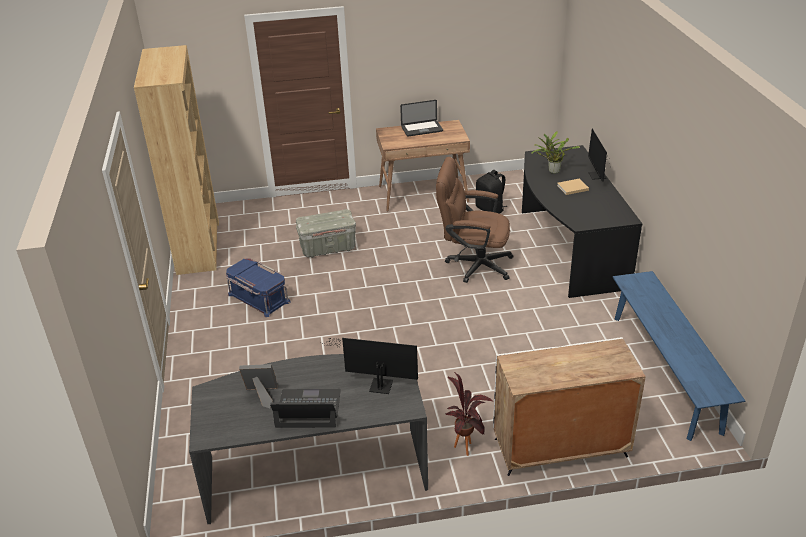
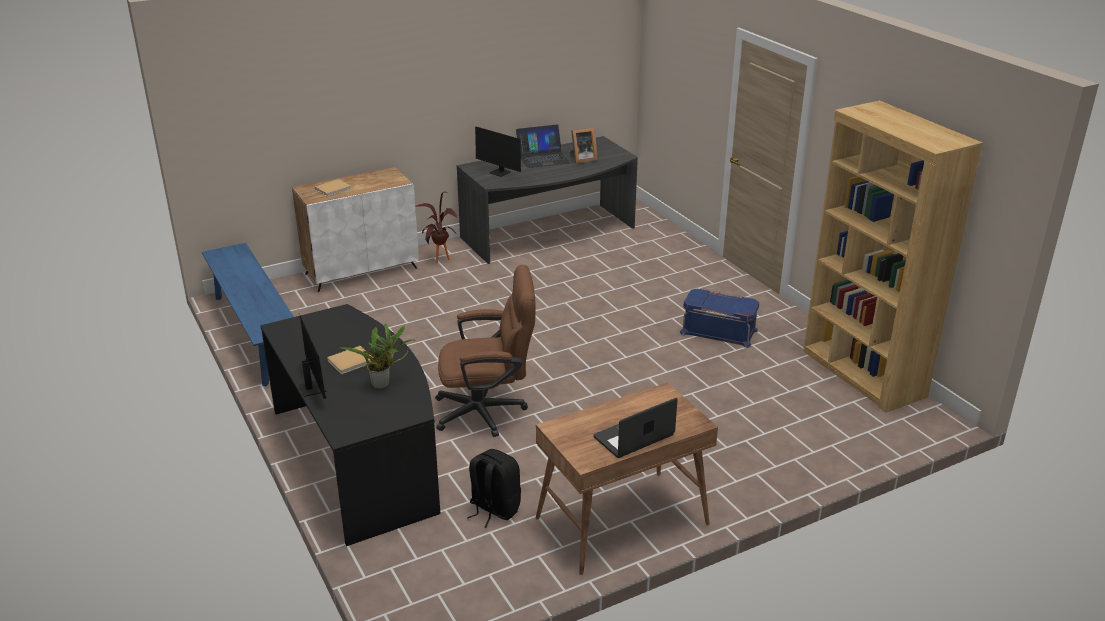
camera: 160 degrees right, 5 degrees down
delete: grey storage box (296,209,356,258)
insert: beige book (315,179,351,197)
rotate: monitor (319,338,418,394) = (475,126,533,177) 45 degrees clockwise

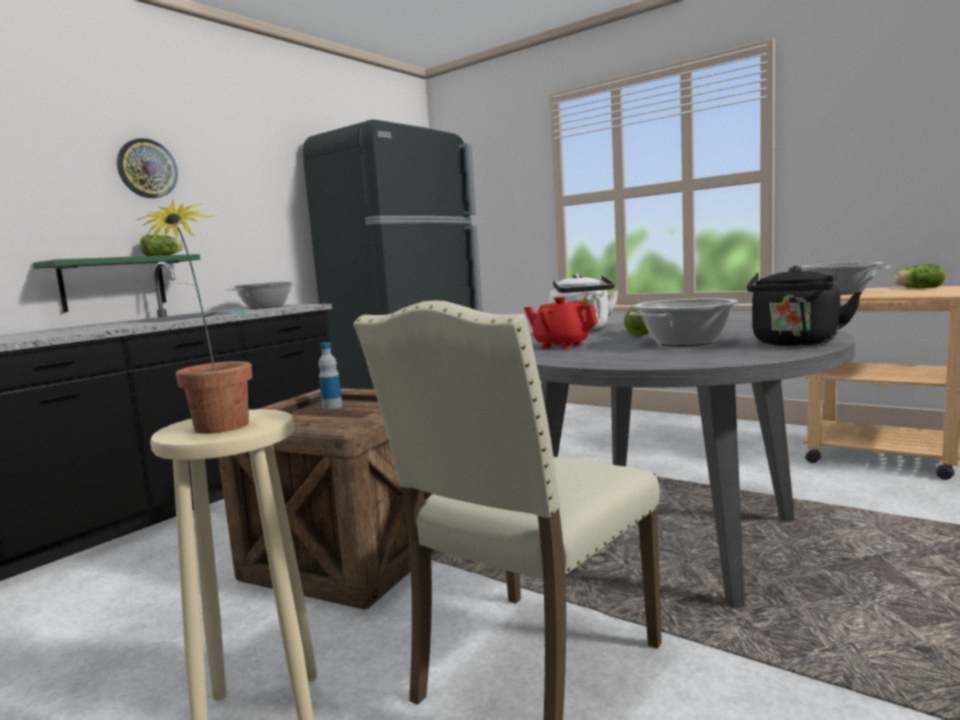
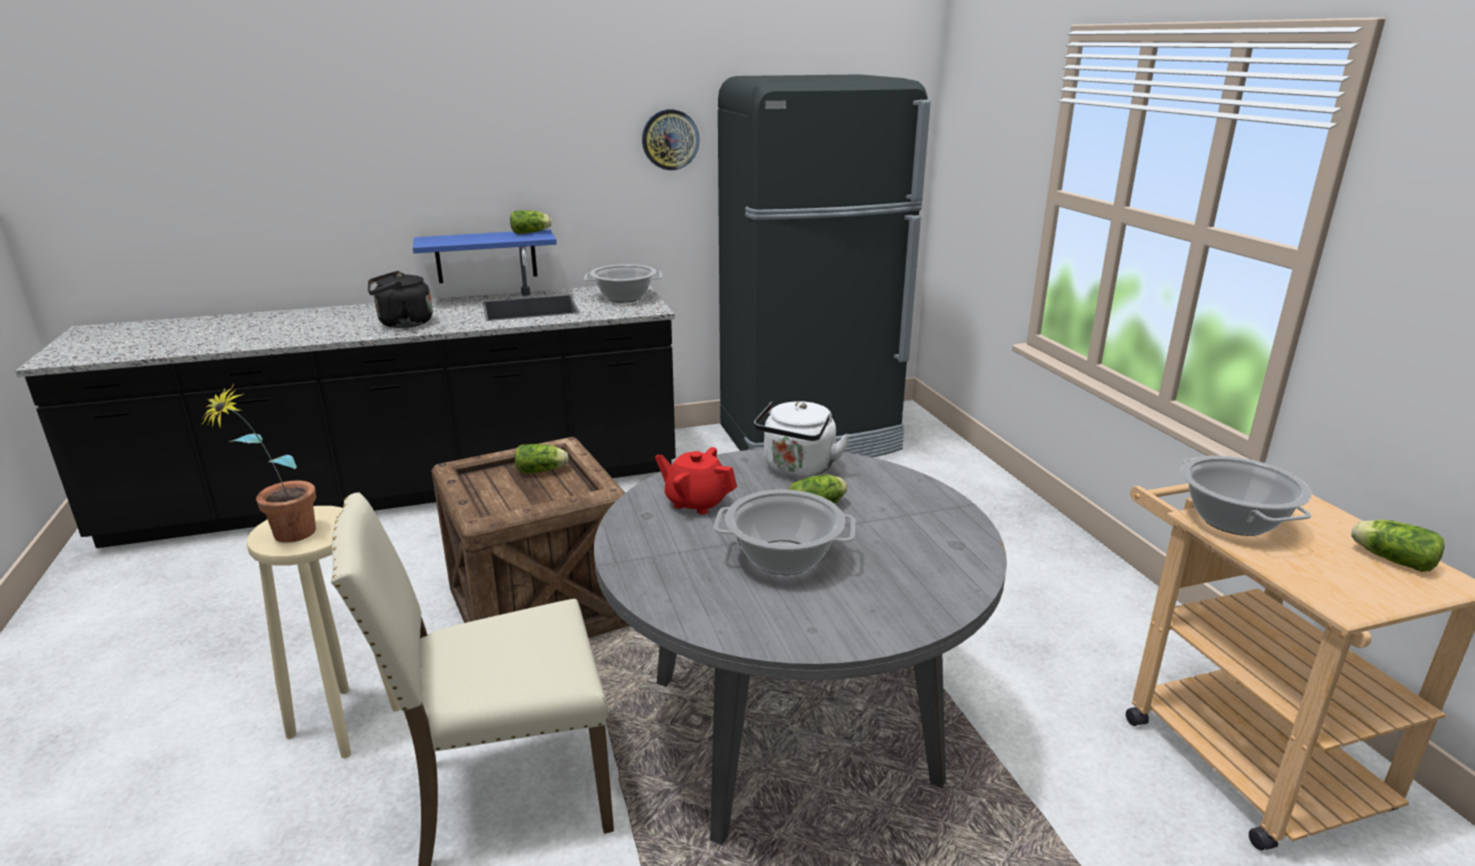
camera: 35 degrees right, 15 degrees up
move: wall clock (117,138,178,198) to (642,109,700,170); black kettle (747,266,862,346) to (368,271,433,328)
replace: bottle (319,342,342,409) to lettuce (515,444,569,473)
recolor: green shelf (33,254,200,312) to blue shelf (413,229,557,283)
rotate: red teapot (524,297,598,349) = (655,447,737,515) 45 degrees counterclockwise

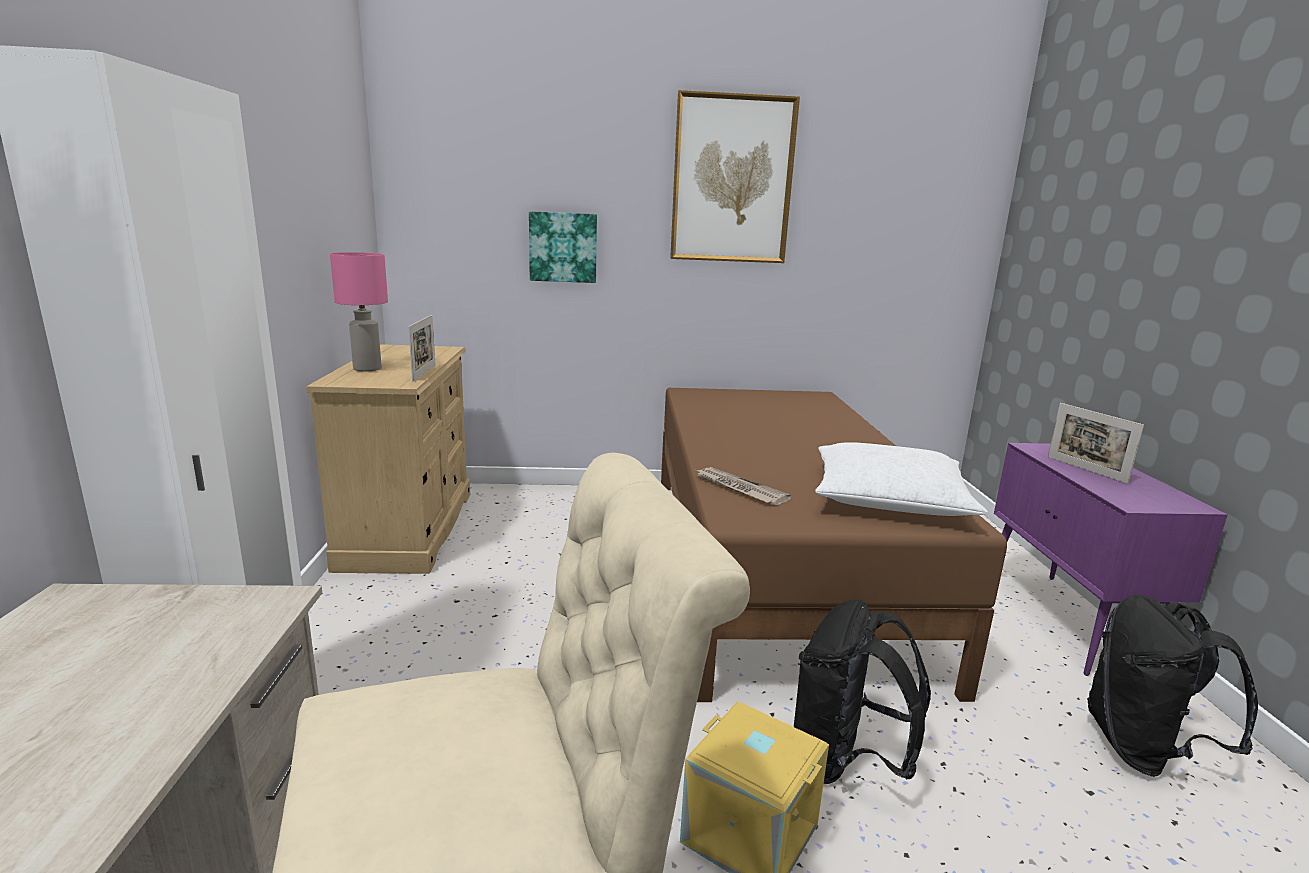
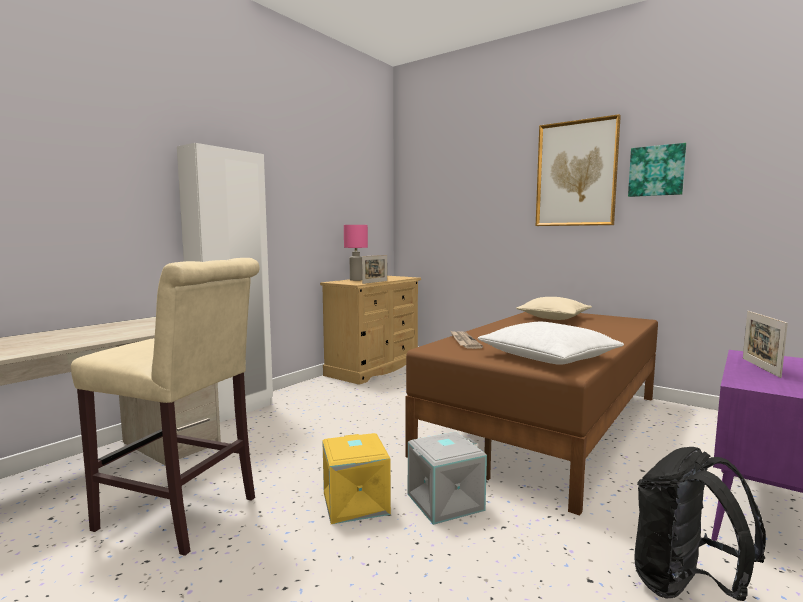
camera: 40 degrees right, 10 degrees down
insert: beige pillow (516,297,592,320)
move: picture (529,211,597,283) to (628,143,686,197)
replace: black backpack (794,599,931,784) to grey storage box (408,432,487,525)

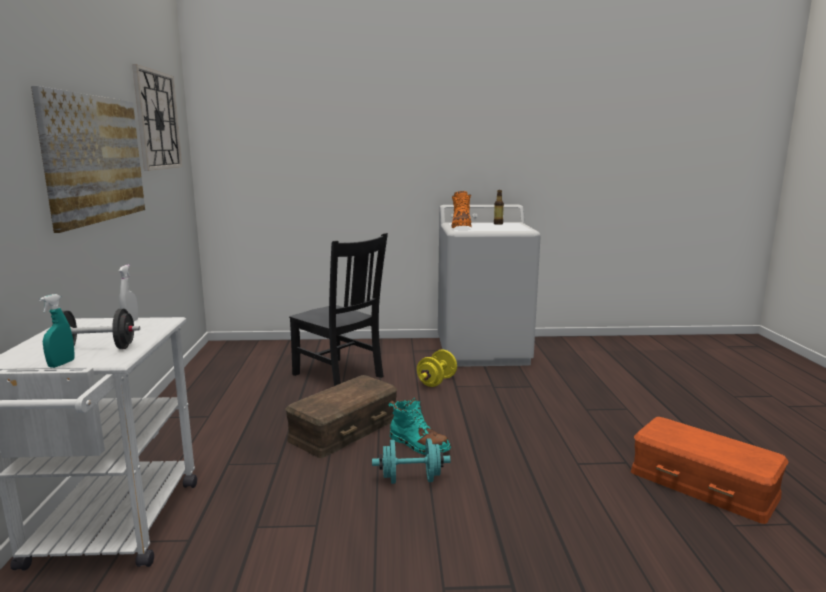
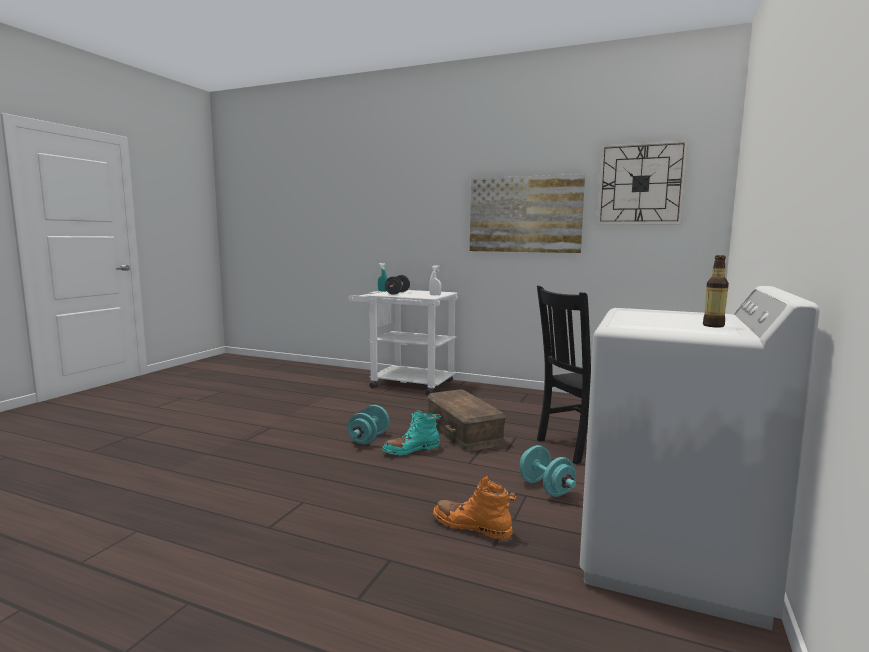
camera: 115 degrees right, 5 degrees down
delete: orange storage box (631,417,789,524)
move: orange boot (452,191,471,228) to (433,475,516,540)
recolor: yellow dumbbell (417,349,457,387) to turquoise dumbbell (520,445,576,497)

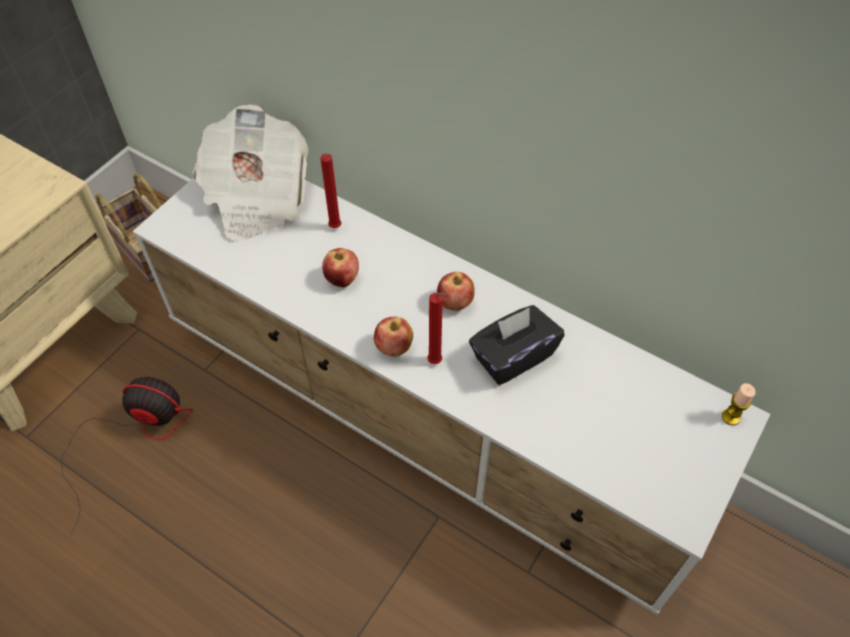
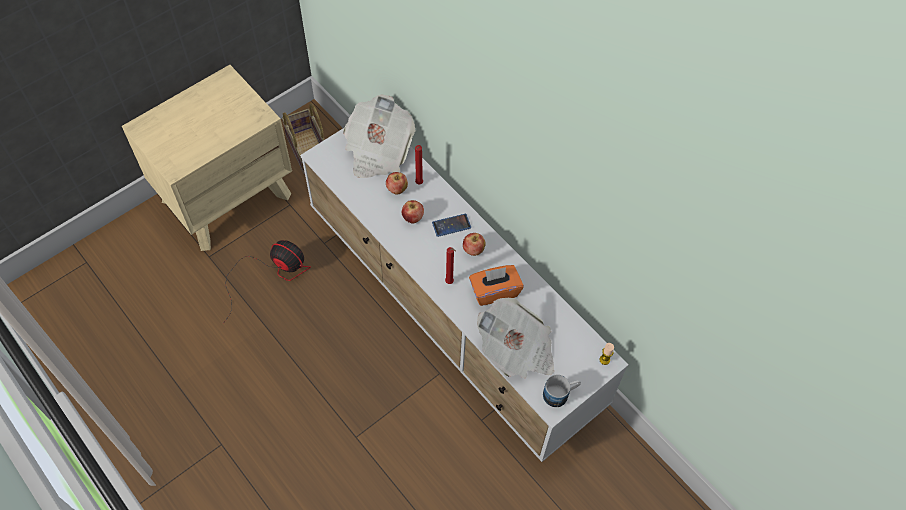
camera: 15 degrees right, 5 degrees up
insert: phone (432,214,471,237); newspaper (477,297,554,379); mug (543,374,581,407)
move: apple (374,317,413,357) to (386,172,408,194)
recolor: black tissue box (469,305,565,385) to orange tissue box (469,265,524,306)

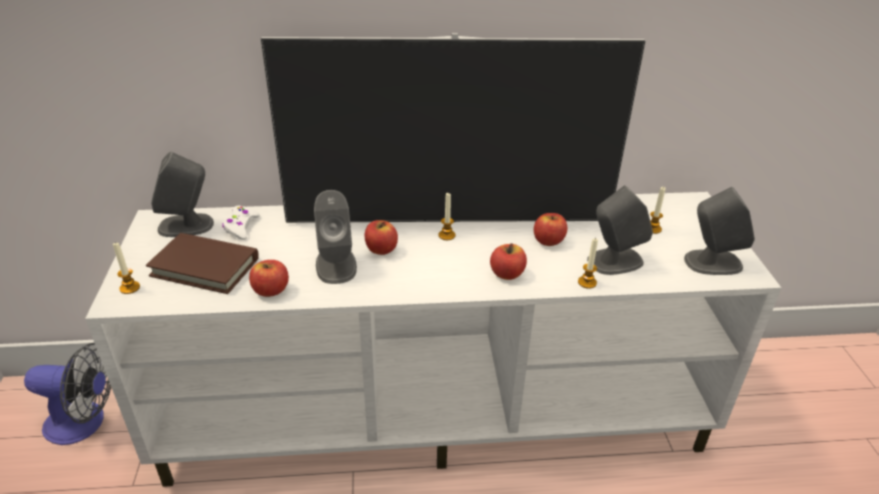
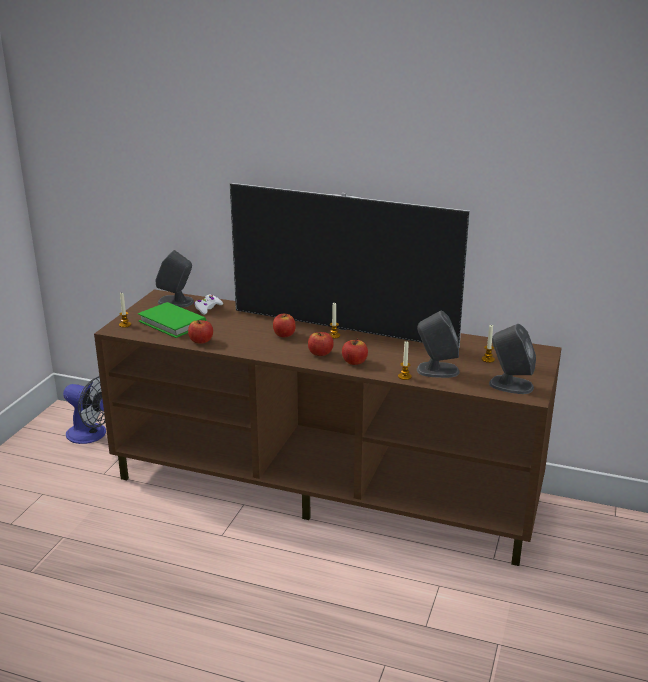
camera: 25 degrees right, 10 degrees down
delete: grey speaker (314,190,357,284)
move: apple (534,213,567,246) to (308,332,334,356)
recolor: white tv stand (85,192,781,487) to brown tv stand (94,289,562,566); brown book (146,233,259,294) to green book (138,302,206,338)

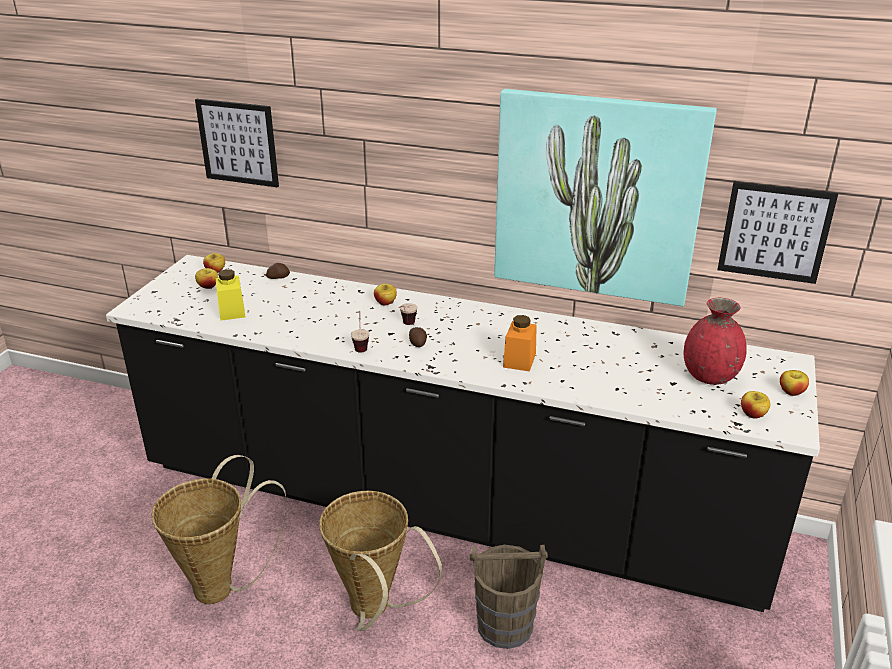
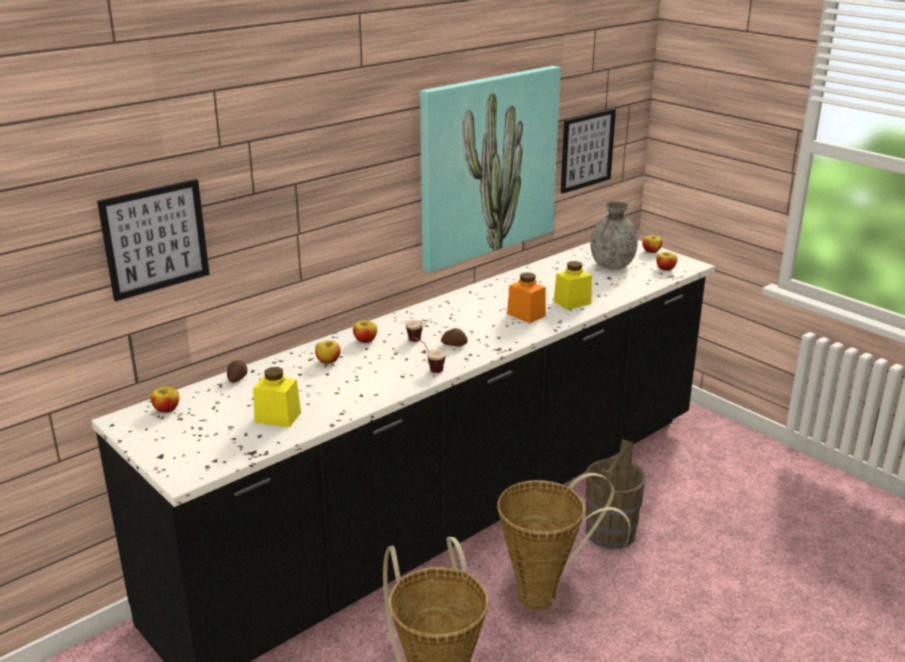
camera: 60 degrees left, 5 degrees down
insert: yellow jar (553,261,592,310)
move: apple (195,268,218,289) to (315,340,341,364)
recolor: red vase (684,298,747,385) to grey vase (590,201,638,269)

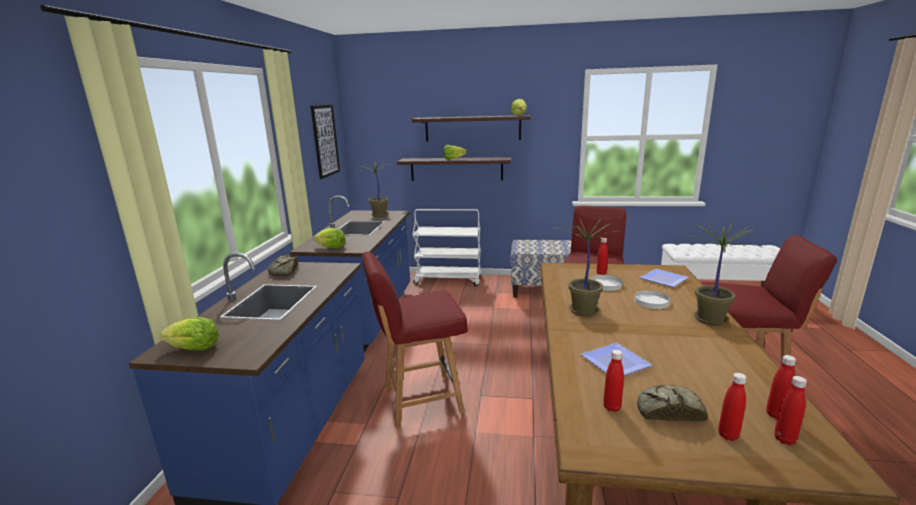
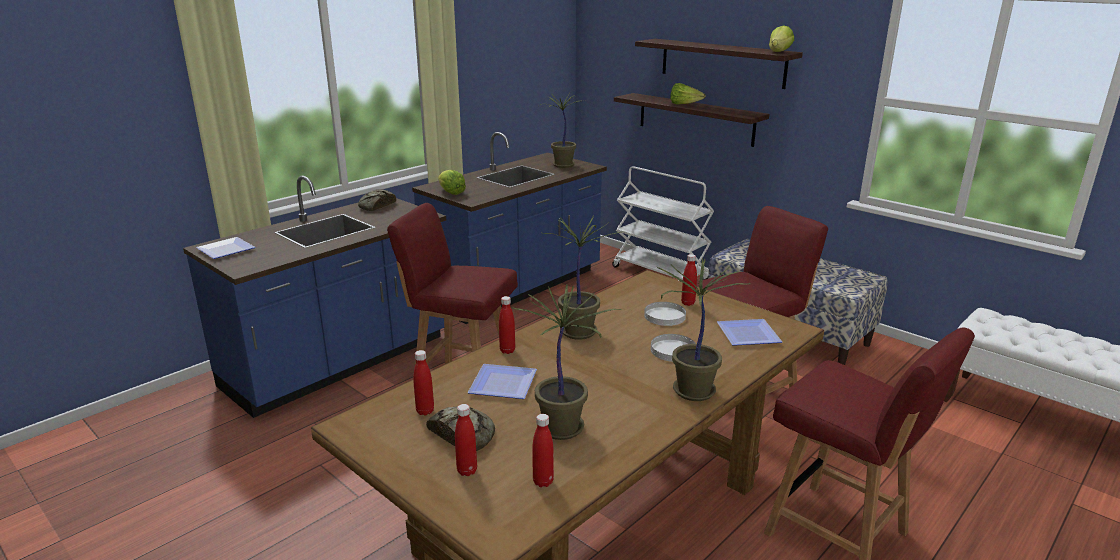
camera: 35 degrees right, 5 degrees up
delete: picture (311,105,340,179)
insert: potted plant (512,285,623,440)
move: red bottle (774,376,807,445) to (499,296,515,354)
replace: lettuce (159,317,219,350) to plate (196,237,255,259)

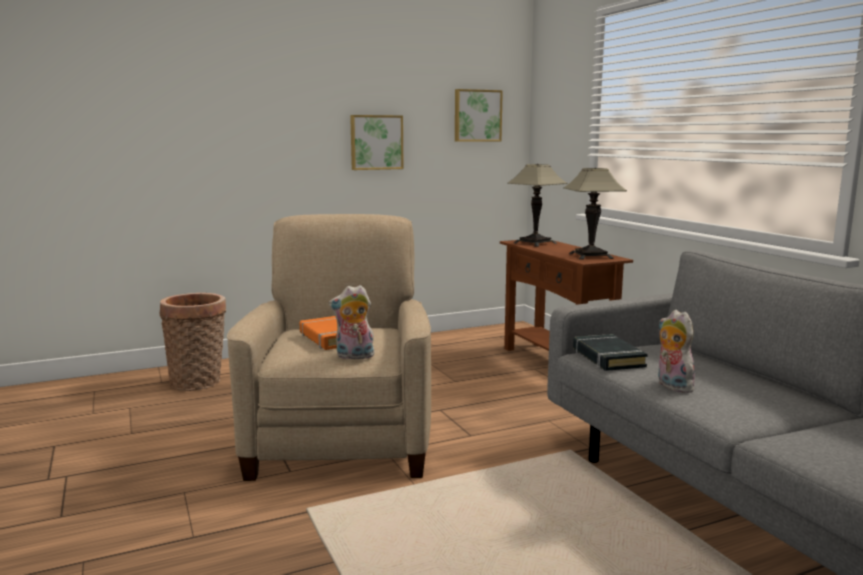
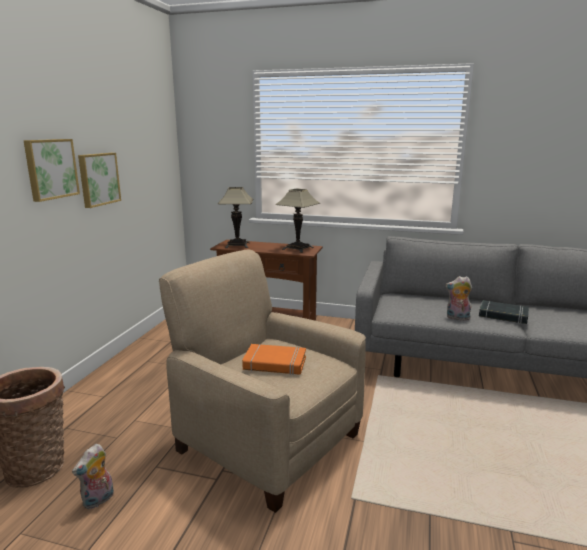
camera: 50 degrees left, 5 degrees up
move: plush toy (329,285,375,359) to (72,444,114,509); picture (455,89,503,142) to (23,139,80,202); black book (573,334,648,371) to (479,300,529,324)

